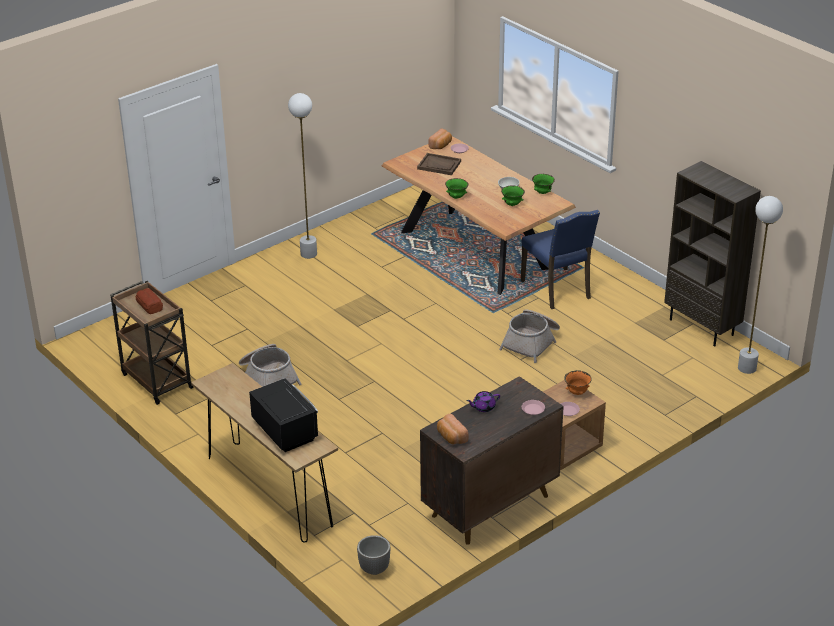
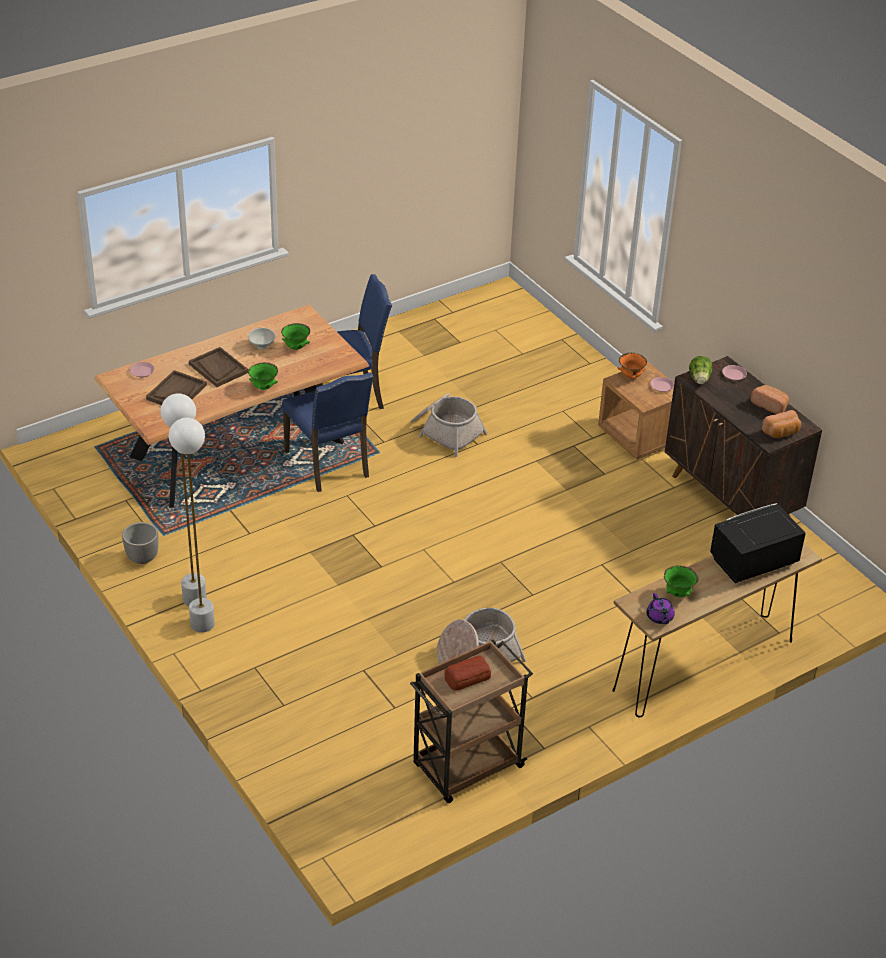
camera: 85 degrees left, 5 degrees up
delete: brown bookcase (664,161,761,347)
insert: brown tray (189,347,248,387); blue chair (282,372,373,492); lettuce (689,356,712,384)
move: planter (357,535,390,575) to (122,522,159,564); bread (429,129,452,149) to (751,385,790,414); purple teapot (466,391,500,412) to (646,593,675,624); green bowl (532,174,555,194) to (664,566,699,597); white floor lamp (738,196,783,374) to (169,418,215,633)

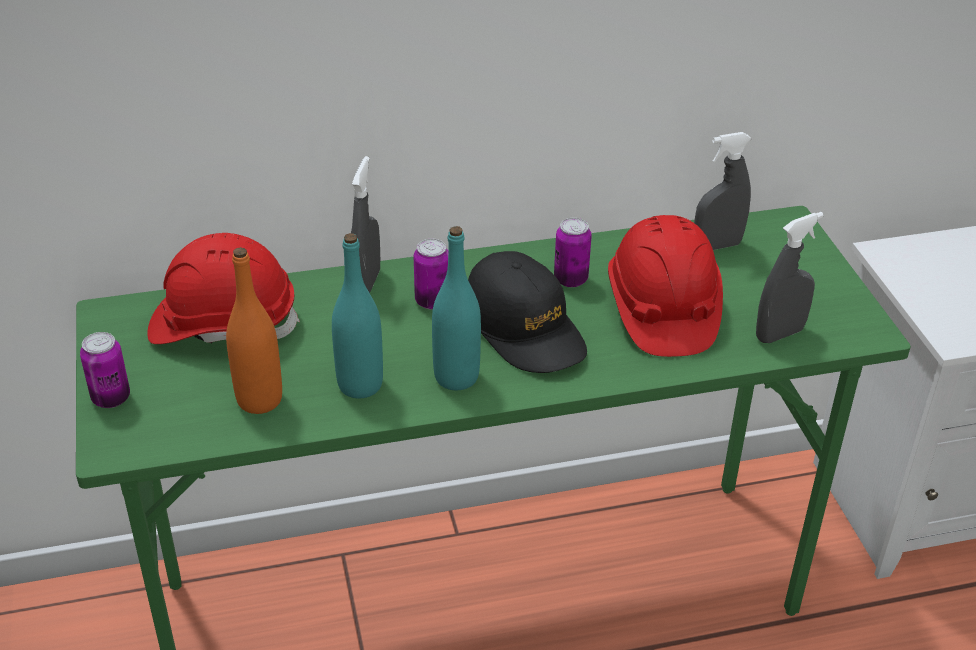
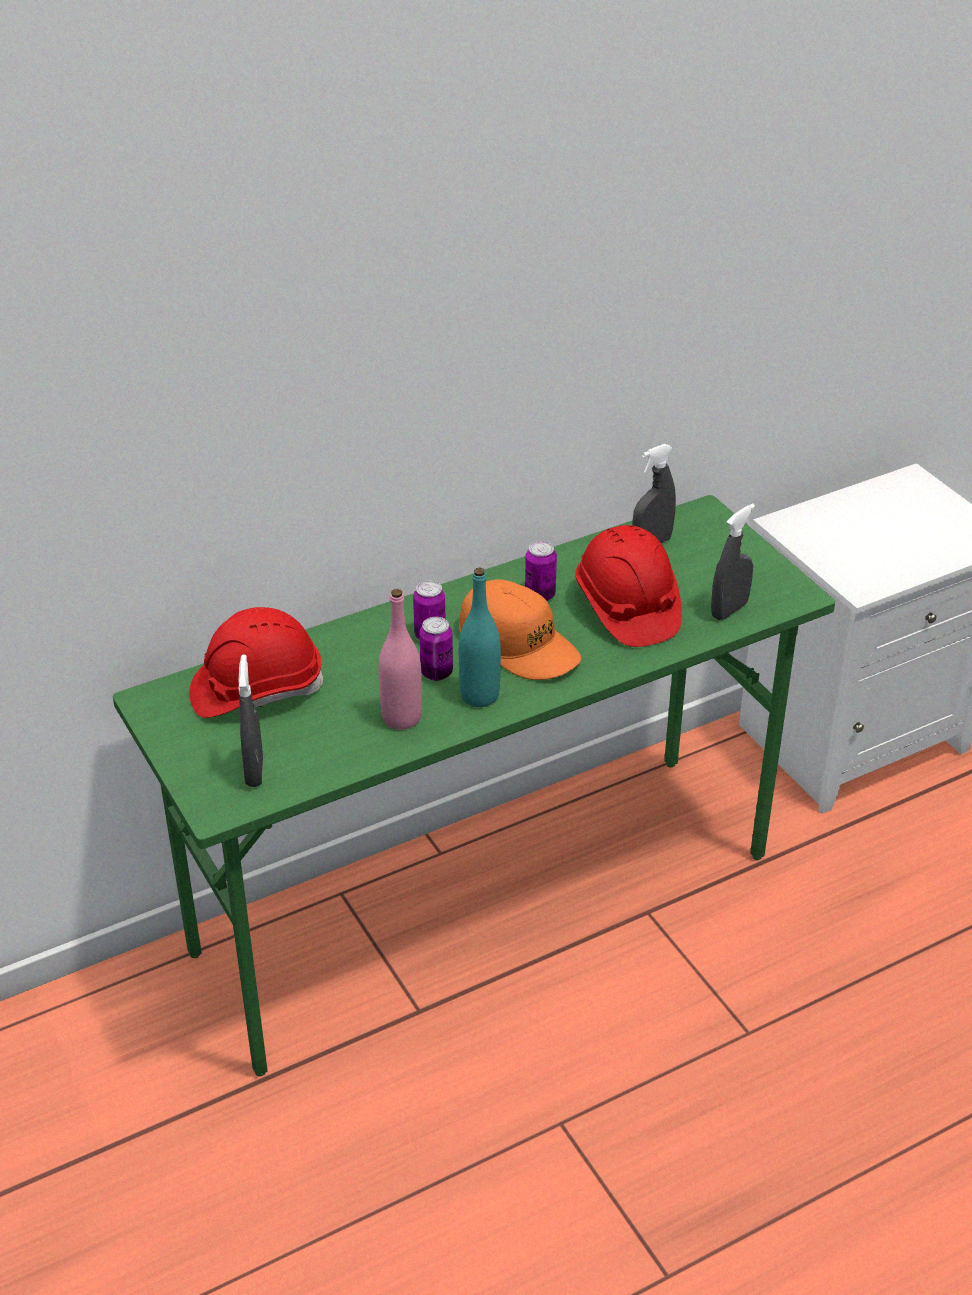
camera: 15 degrees left, 0 degrees up
delete: orange bottle (226,247,282,414)
move: can (80,332,130,408) to (419,617,453,681); grey spray bottle (351,156,380,293) to (239,655,263,787)
recolor: turquoise bottle (332,233,383,398) to pink bottle (378,589,422,730); black cap (468,251,587,373) to orange cap (459,579,581,680)

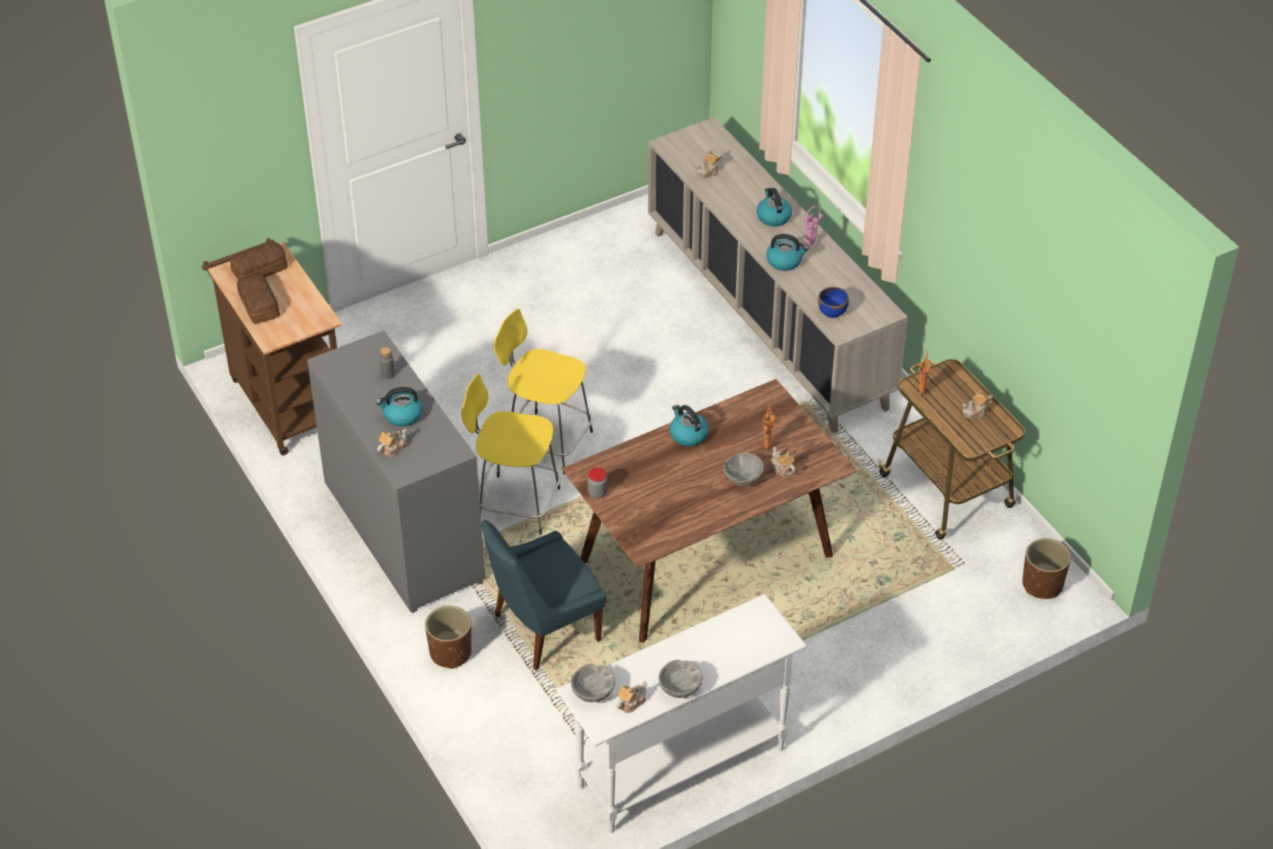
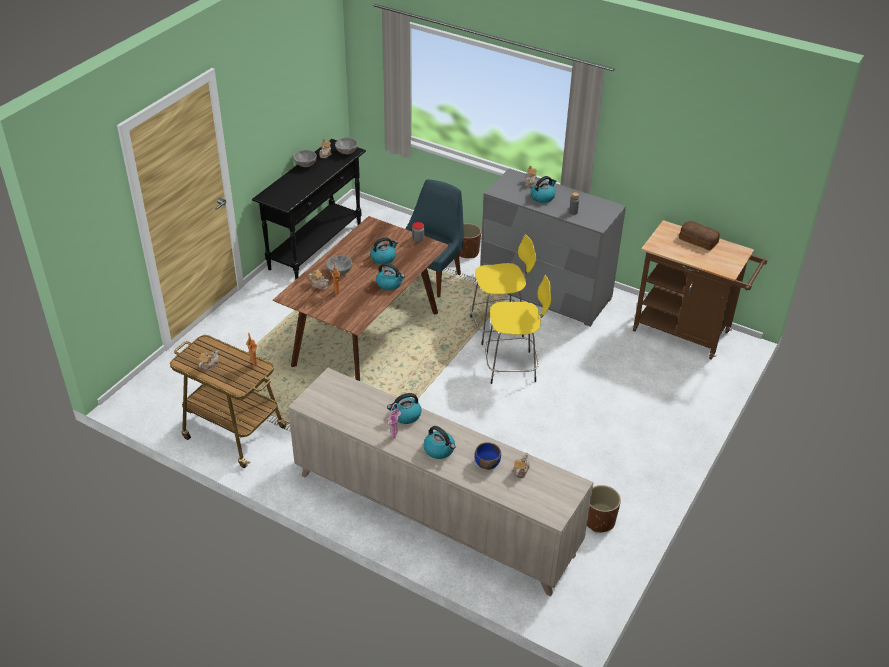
camera: 150 degrees right, 5 degrees down
delete: bread (230,242,288,281)
insert: kettle (370,237,398,264)
move: blue bowl (818,287,849,318) to (475,442,501,470); brown planter (1022,538,1071,599) to (587,485,621,532)
recolor: white console table (556,594,807,833) to black console table (252,139,366,280)

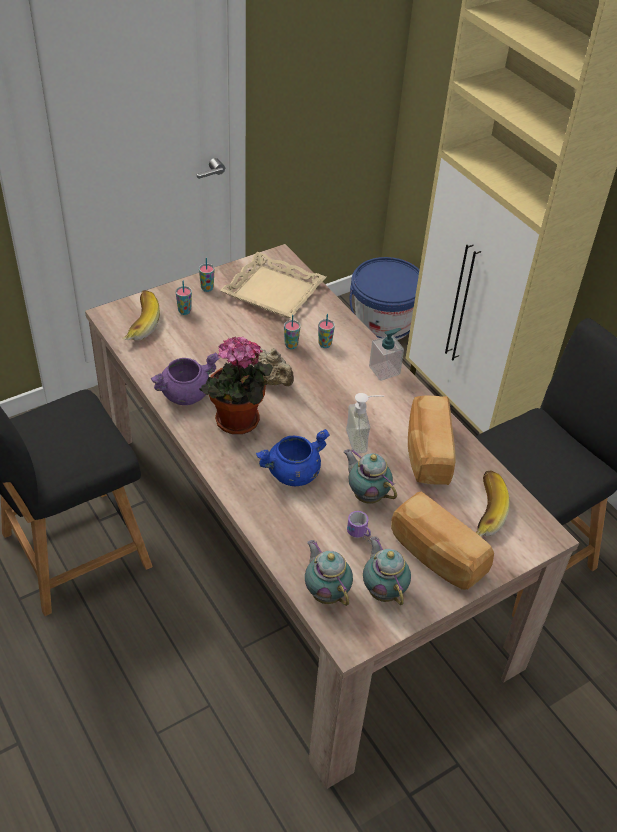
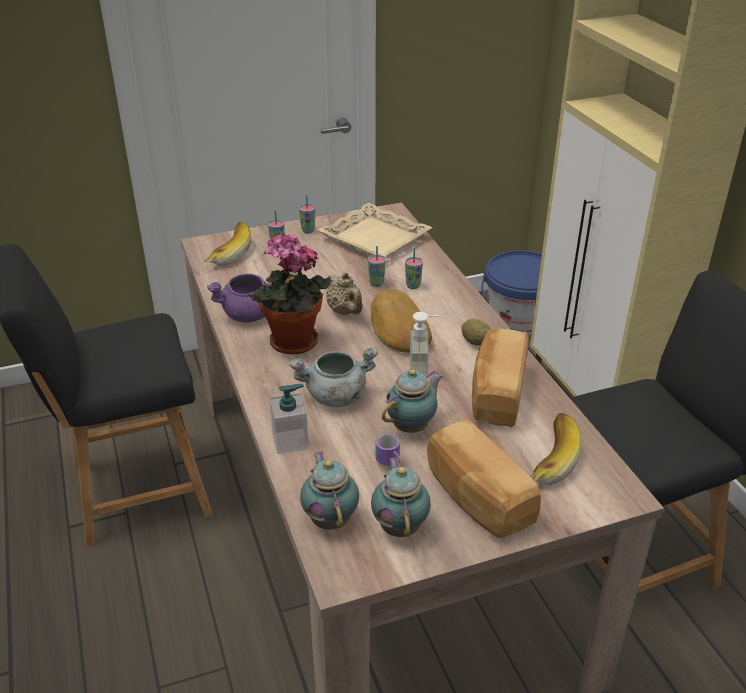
camera: 15 degrees right, 10 degrees down
insert: bread (371,290,432,353); potato (462,319,491,346)
move: soap dispenser (369,328,404,381) to (270,384,309,454)
recolor: blue cooking pot (256,429,330,486) to grey cooking pot (289,347,378,407)
rotate: teapot (344,449,397,504) = (382,369,443,433) 75 degrees clockwise

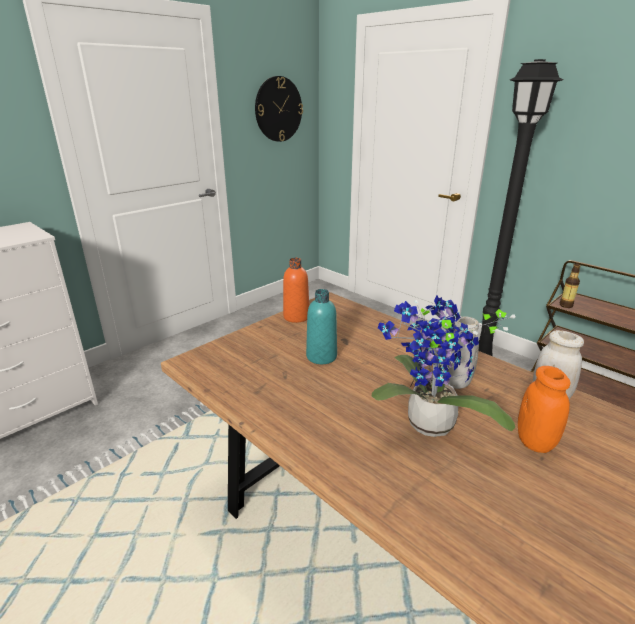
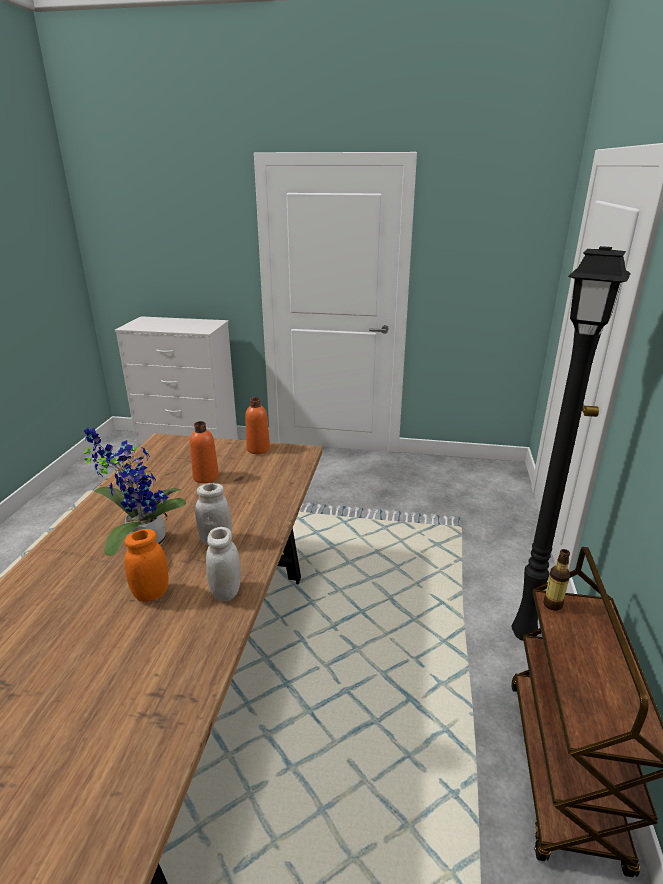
camera: 55 degrees right, 0 degrees up
delete: wall clock (255,76,303,142)
recolor: turquoise bottle (306,289,337,364) to orange bottle (190,421,219,483)

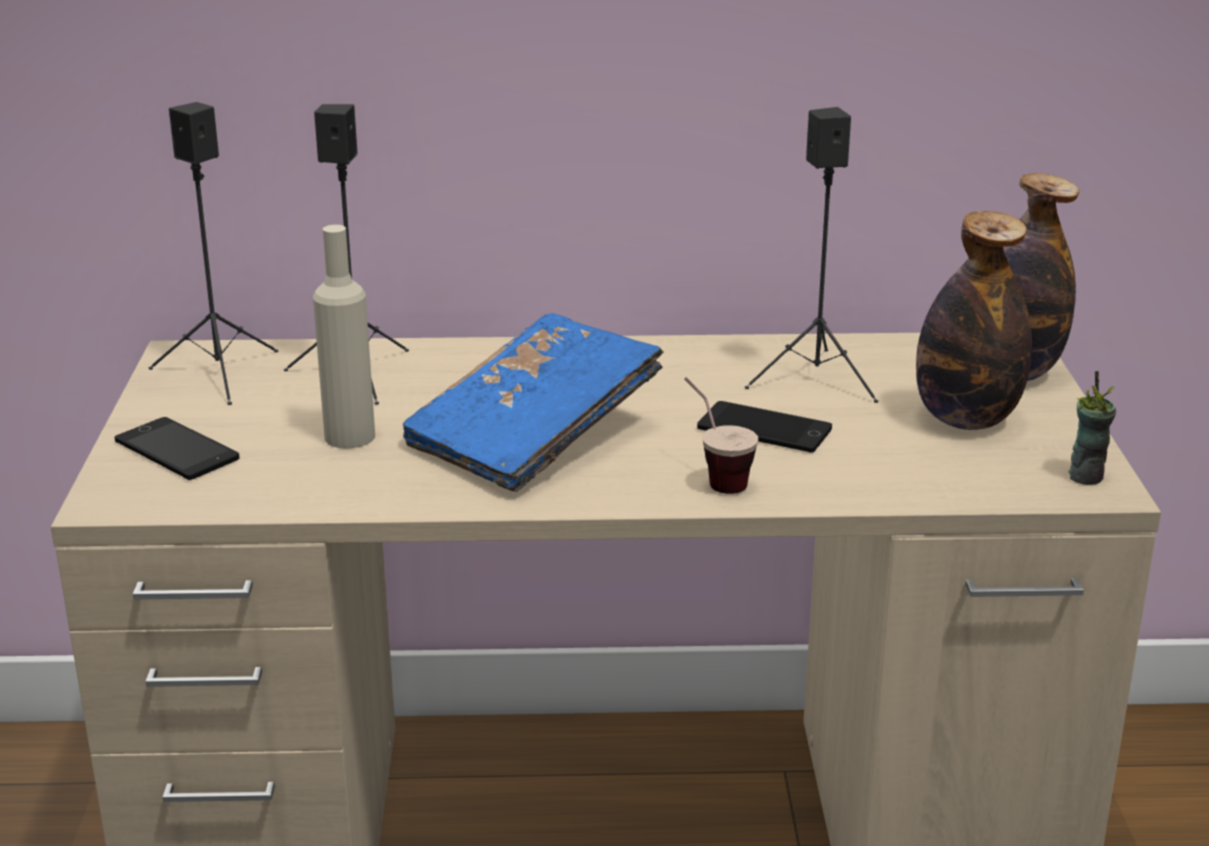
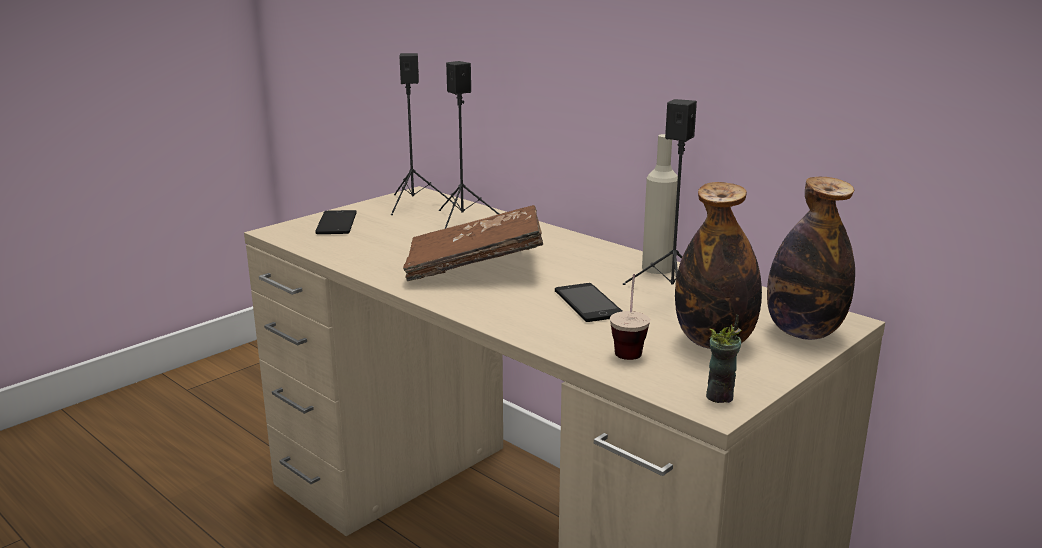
camera: 45 degrees right, 5 degrees down
move: beige bottle (313,225,375,449) to (642,134,678,274); cup (684,377,758,494) to (610,274,650,360)
recolor: blue book (403,313,664,492) to brown book (403,205,543,281)

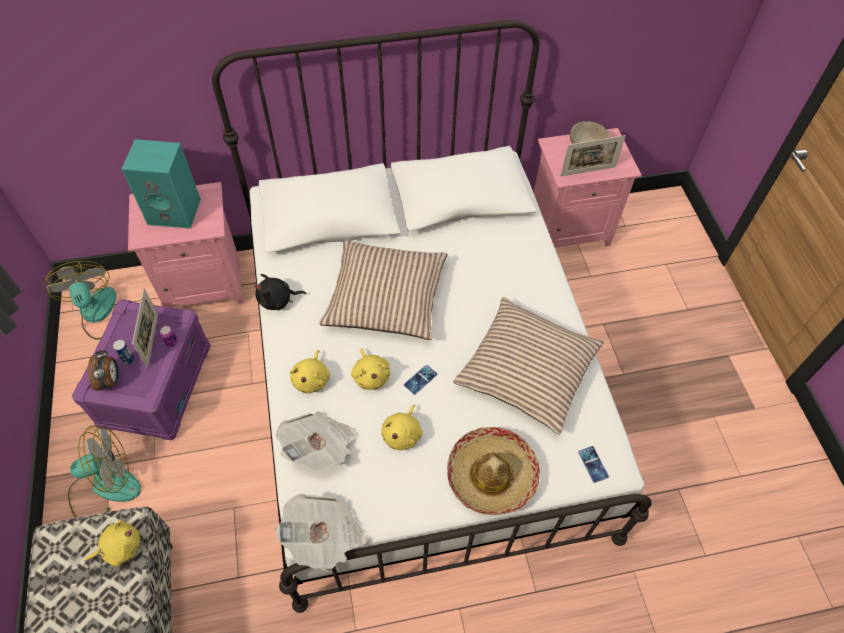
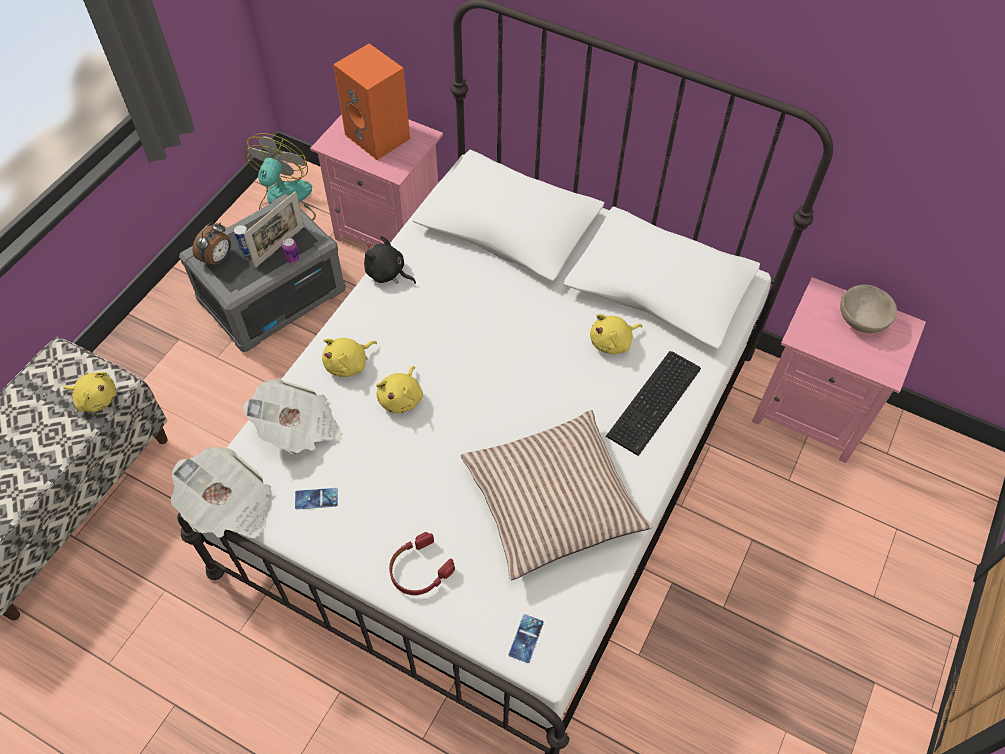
camera: 40 degrees right, 0 degrees up
delete: fan (68,425,141,518); pillow (319,241,448,340); picture frame (560,135,626,177)
insert: keyboard (606,351,701,456)
move: yellow plush toy (381,405,423,450) to (590,314,643,354); phone (404,365,437,395) to (295,488,338,509)
replace: hat (447,427,540,515) to red headphones (389,532,455,595)
recolor: purple storage box (72,299,211,440) to grey storage box (179,194,346,352); turquoise speaker (121,139,201,229) to orange speaker (333,43,410,160)

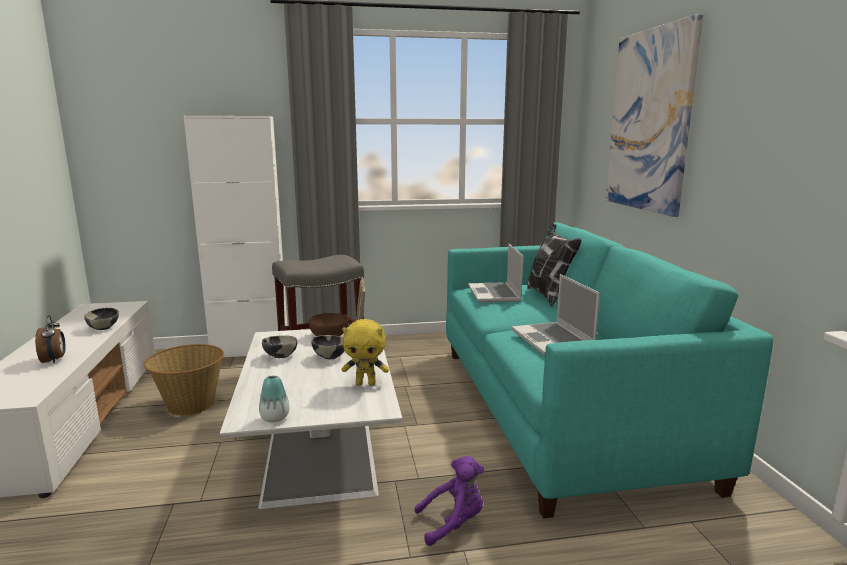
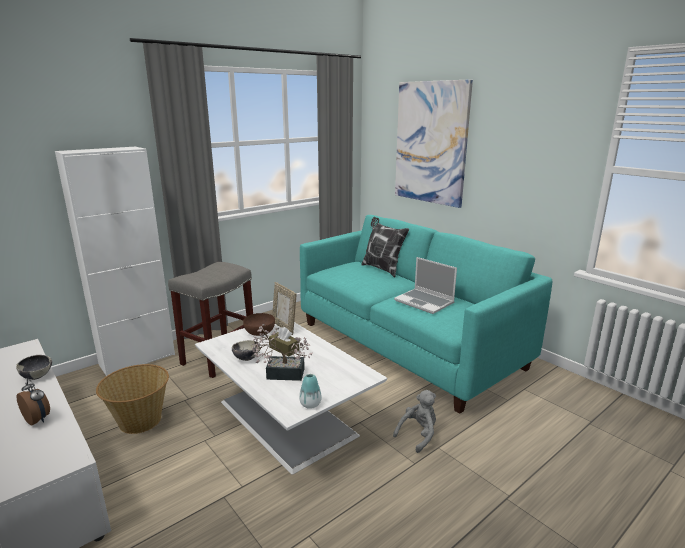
camera: 30 degrees left, 5 degrees up
delete: yellow plush toy (342,319,389,386); laptop (468,244,523,302)
insert: potted plant (252,324,313,381)
replace: bowl (311,335,345,359) to brown tissue box (269,327,299,357)
recolor: purple plush toy (414,456,484,546) to grey plush toy (393,390,436,453)

